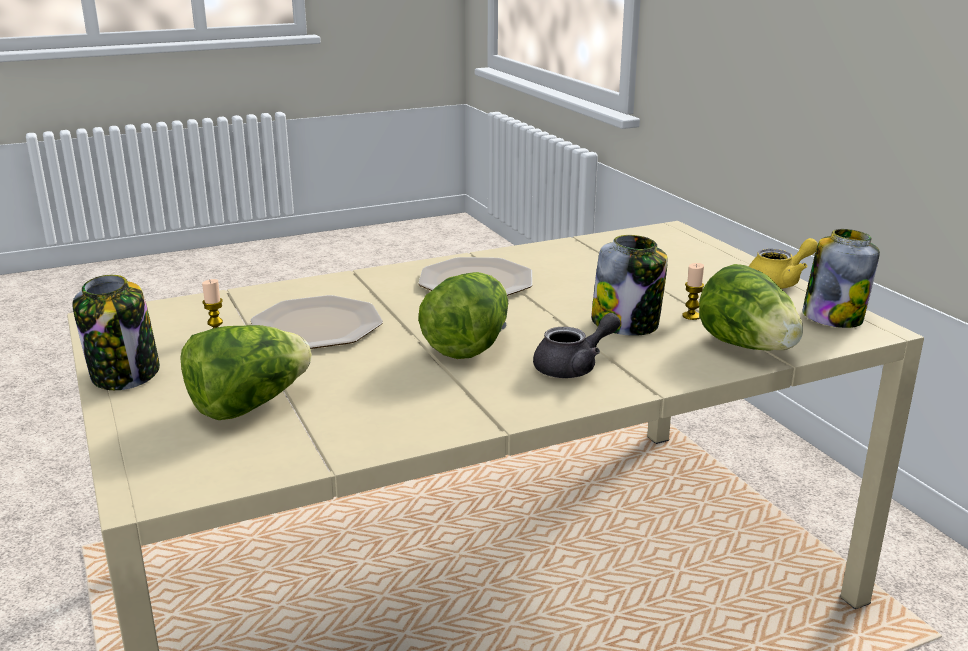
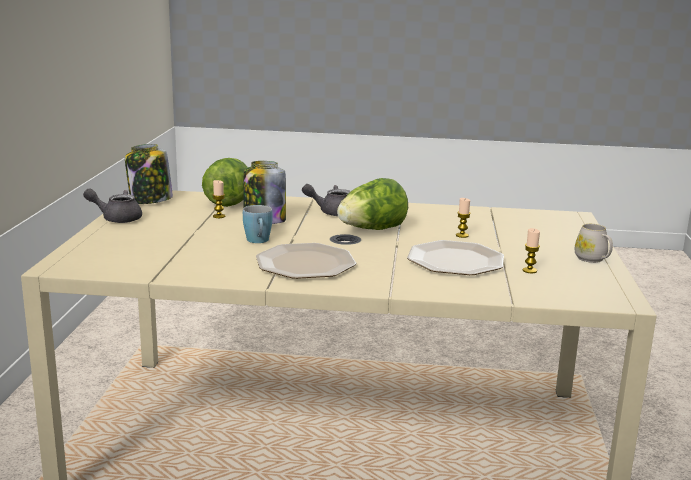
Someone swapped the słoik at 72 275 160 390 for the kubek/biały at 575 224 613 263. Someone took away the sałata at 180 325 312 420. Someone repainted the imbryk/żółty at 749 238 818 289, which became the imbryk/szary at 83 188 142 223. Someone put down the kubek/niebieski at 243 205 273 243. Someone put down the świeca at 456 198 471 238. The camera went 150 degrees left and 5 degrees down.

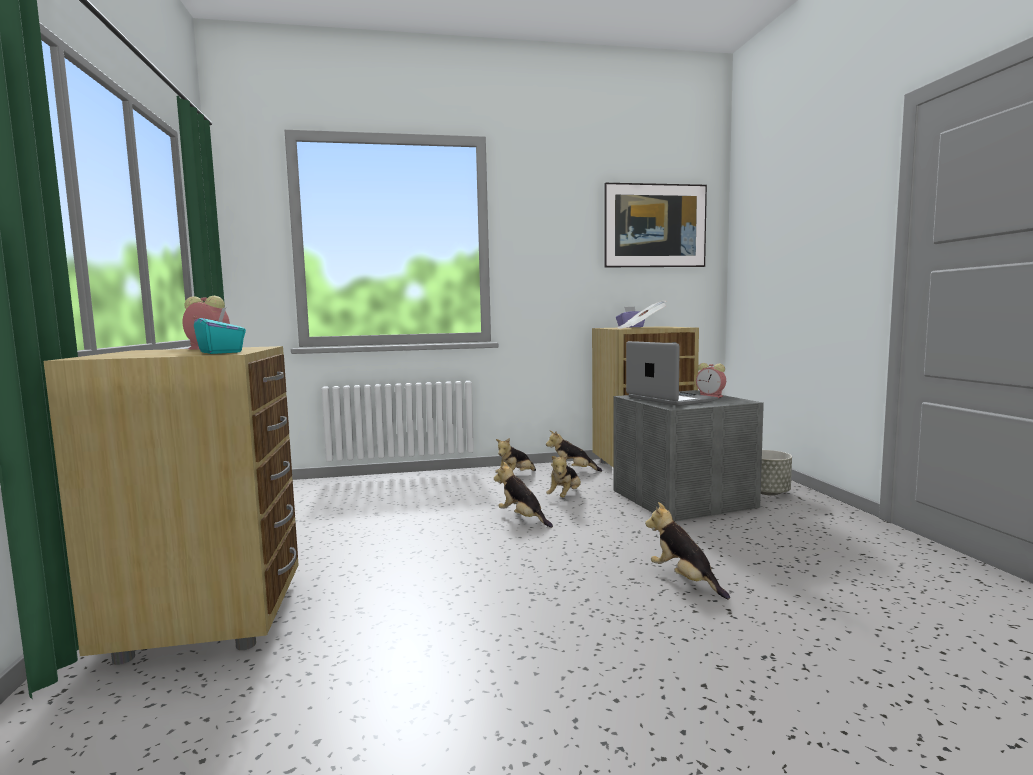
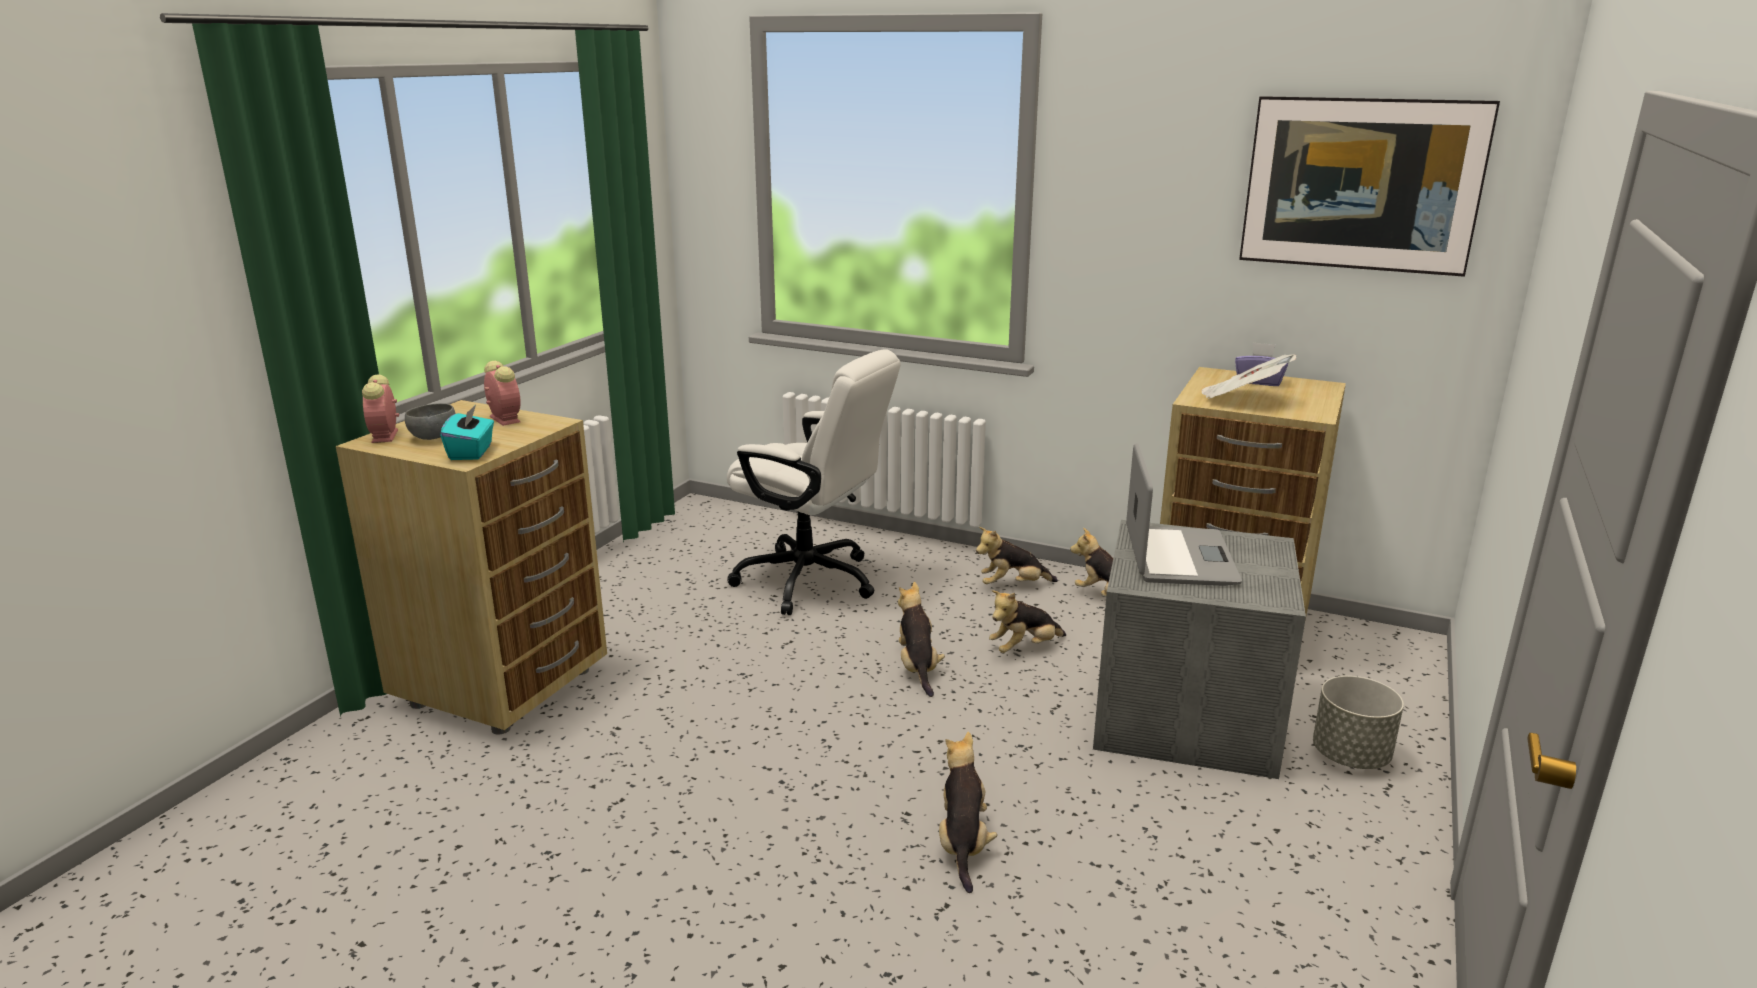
Someone carried the budzik from 696 363 726 398 to 362 375 399 443. Someone put down the miska/szary at 405 403 456 440. Someone put down the krzesło biurowe/biały at 727 349 901 615. The camera went 35 degrees right and 15 degrees up.

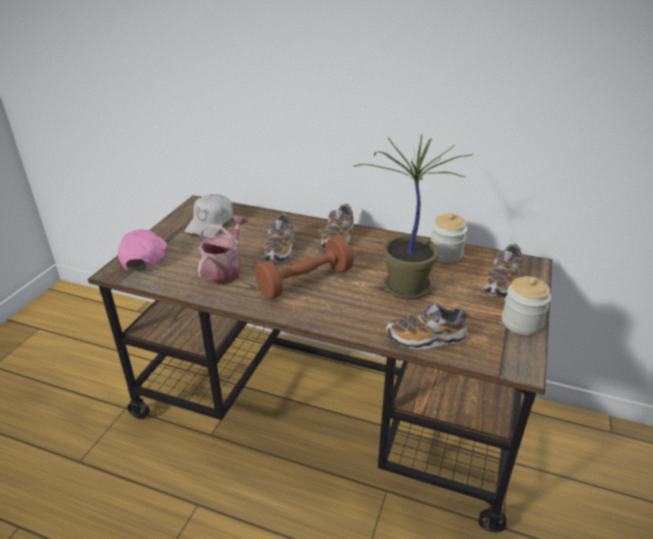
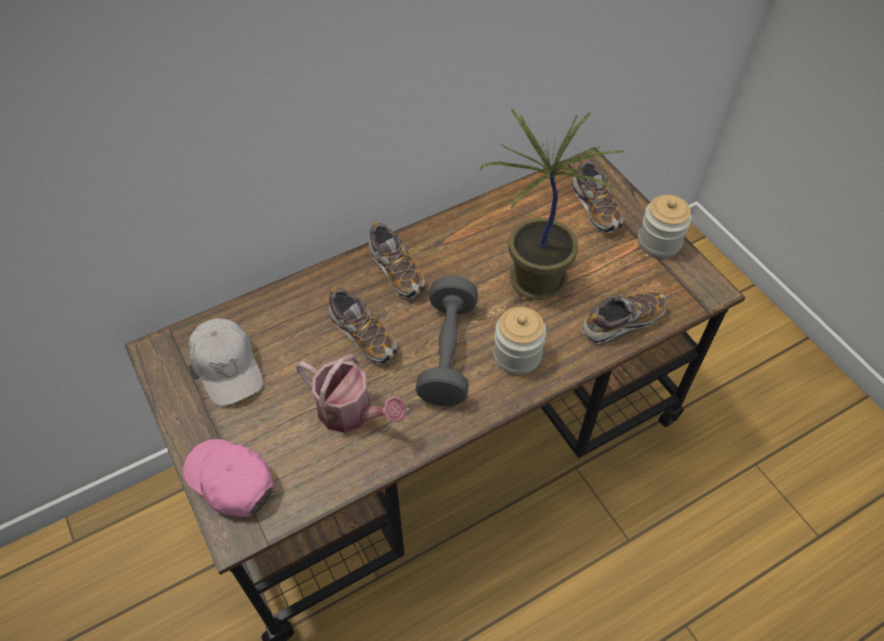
Someone rotated the konewka at 198 216 248 285 by 150 degrees clockwise. Someone repainted the hantel/brązowy at 255 236 354 299, which became the hantel/szary at 416 276 478 406. Someone rotated the but at 386 302 470 349 by 150 degrees counterclockwise. Someone carried the słoik from 431 213 468 263 to 493 307 546 375. The camera went 50 degrees left and 20 degrees up.

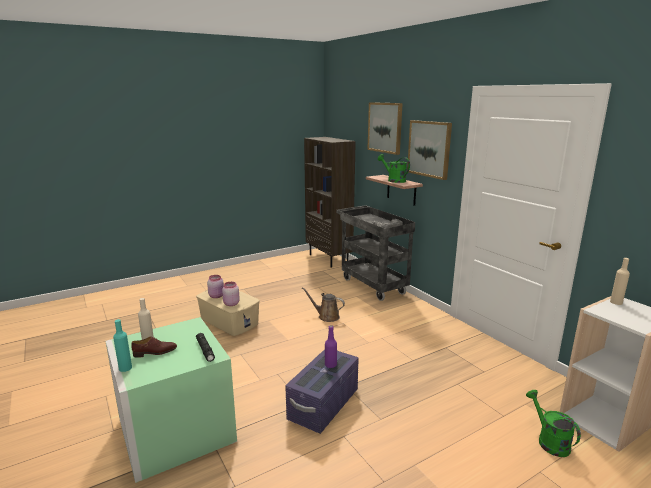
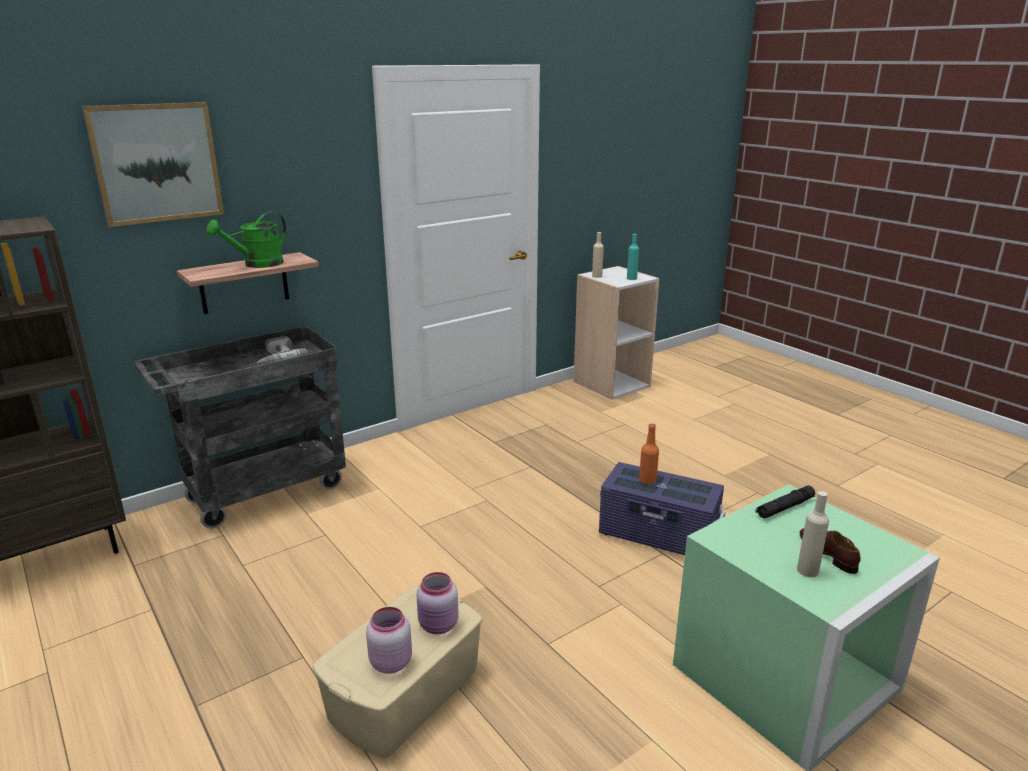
Someone carried the butelka/turkusowy from 113 319 132 372 to 627 234 639 280. Someone took away the konewka/brązowy at 302 287 345 322. Someone repainted the butelka/fioletowy at 325 325 337 368, which became the butelka/pomarańczowy at 639 424 659 484. Someone took away the obraz at 407 120 452 180. Someone took away the konewka/zielony at 526 390 581 457. The camera went 95 degrees left and 5 degrees up.

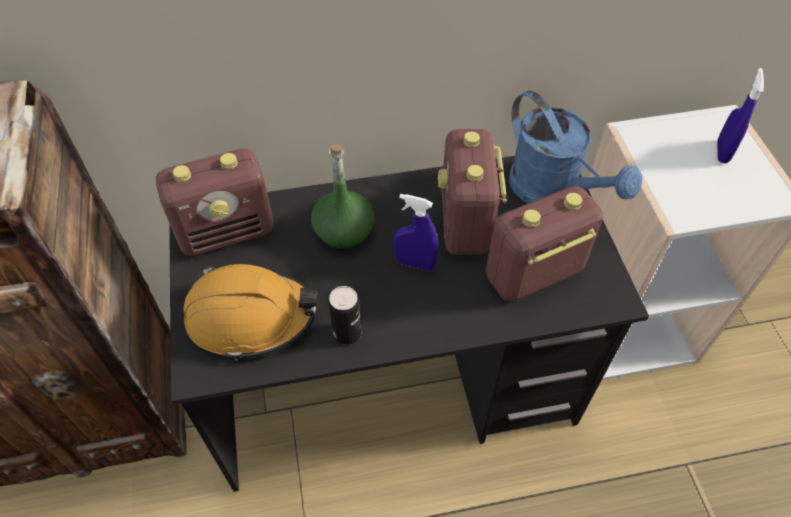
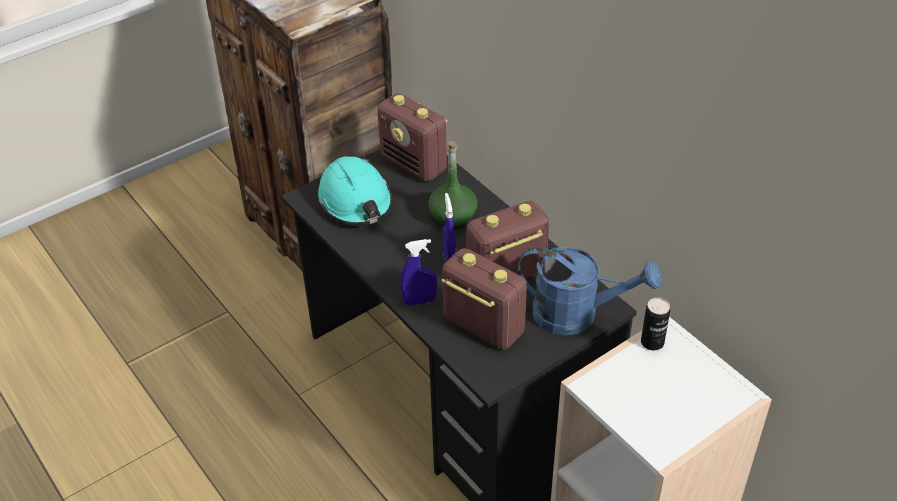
Someone repainted the kask/pomarańczowy at 183 264 317 361, which became the kask/turkusowy at 318 157 393 226. Someone carried the puszka from 328 286 361 345 to 641 298 670 350. Someone rotated the konewka/niebieski at 509 91 642 203 by 105 degrees counterclockwise. Someone carried the spryskiwacz/niebieski from 717 68 764 163 to 400 239 437 305. The camera went 65 degrees right and 10 degrees down.

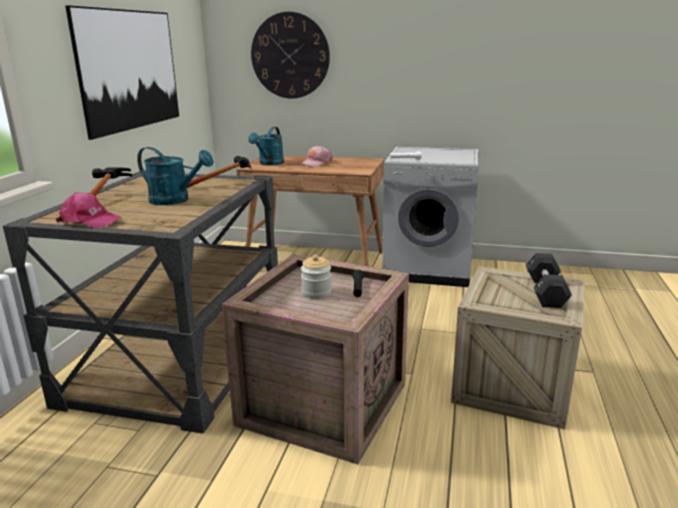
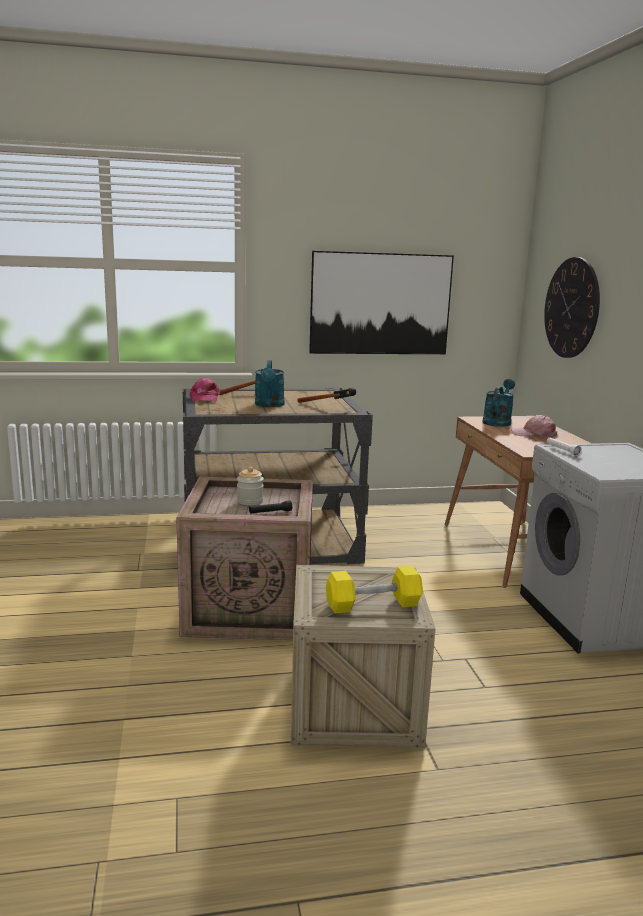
Someone rotated the konewka/turkusowy at 248 127 284 165 by 120 degrees clockwise. Someone repainted the hantel/czarny at 526 253 572 308, which became the hantel/żółty at 326 566 423 613. The camera went 65 degrees right and 5 degrees down.

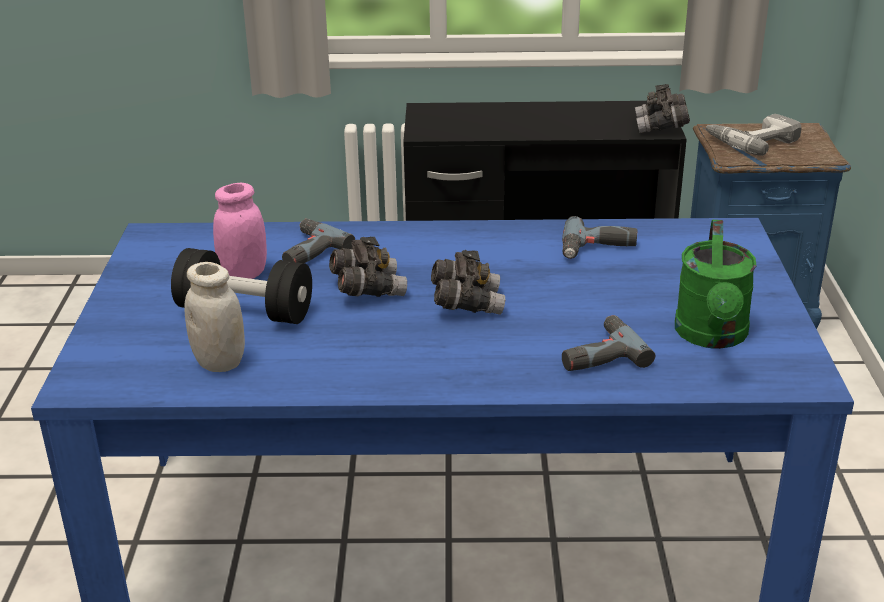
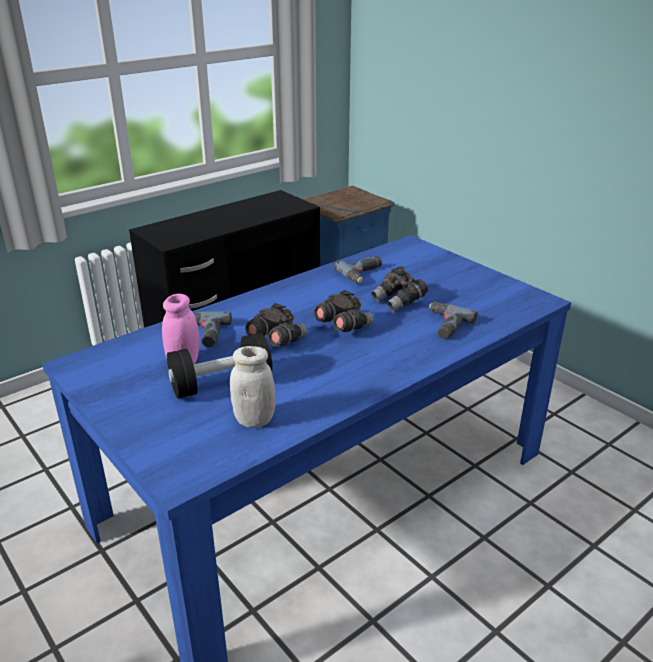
Someone carried the lornetka/szary from 635 84 690 133 to 371 266 428 312. Someone took away the konewka/zielony at 675 220 757 349. Someone took away the wiertarka at 706 114 802 156. The camera went 40 degrees left and 0 degrees up.

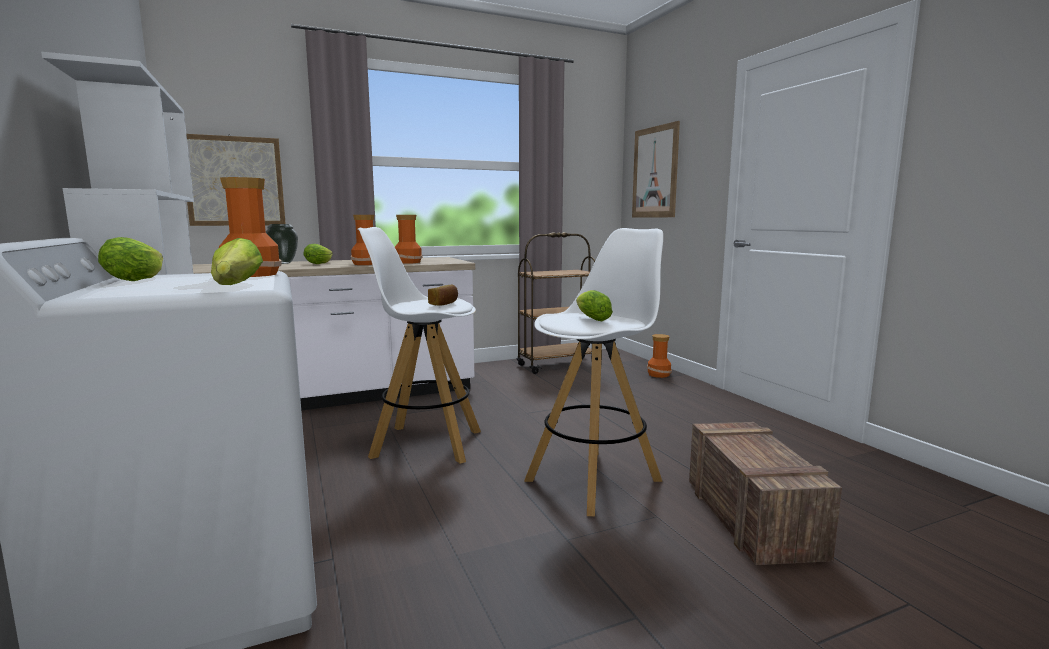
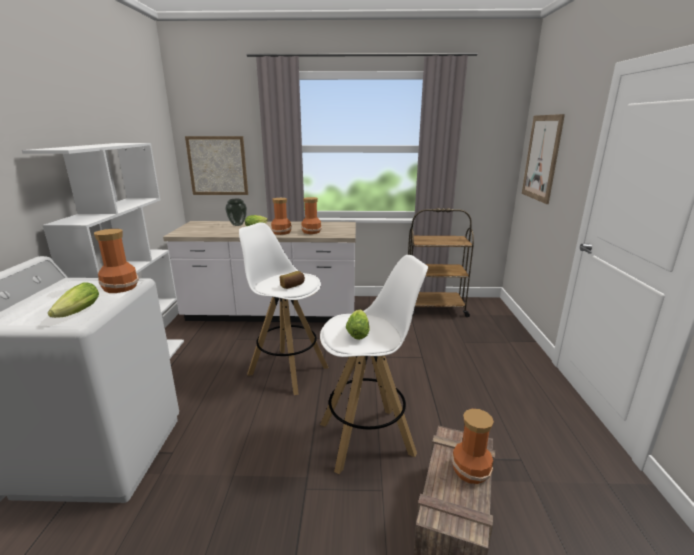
Someone took away the sałata at 98 237 163 281. Someone carried the wazon from 647 334 672 378 to 451 409 494 484. The camera went 25 degrees right and 10 degrees up.

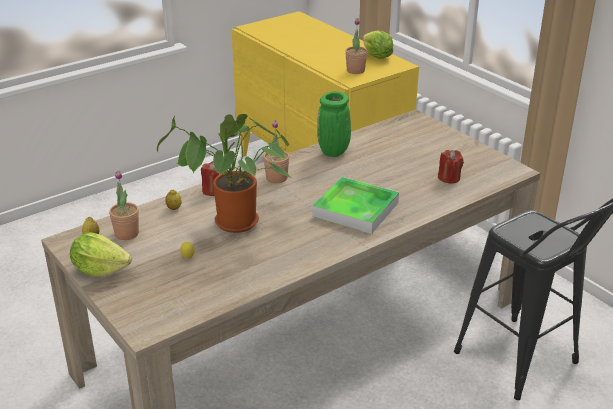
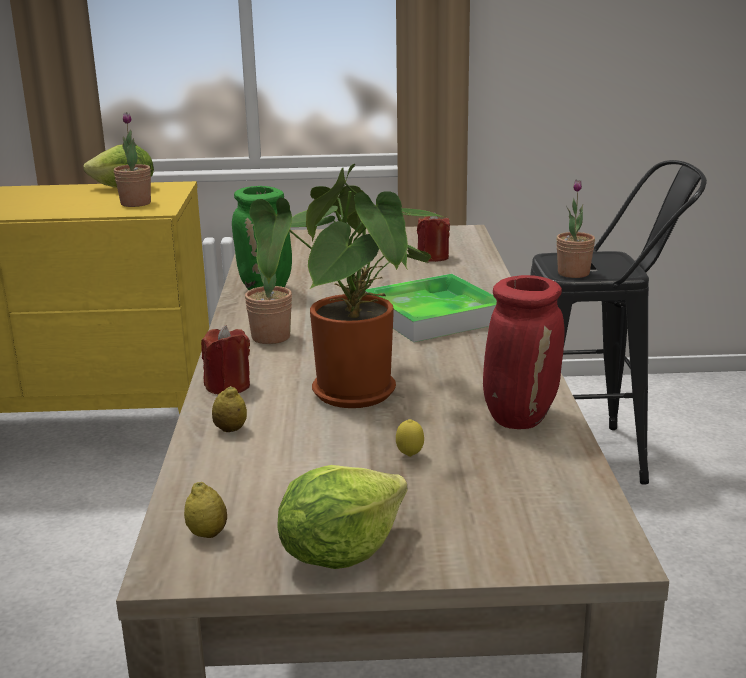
Someone carried the roślina doniczkowa from 109 170 139 240 to 556 180 595 278. Someone put down the wazon/czerwony at 483 275 565 429. The camera went 55 degrees left and 10 degrees down.

